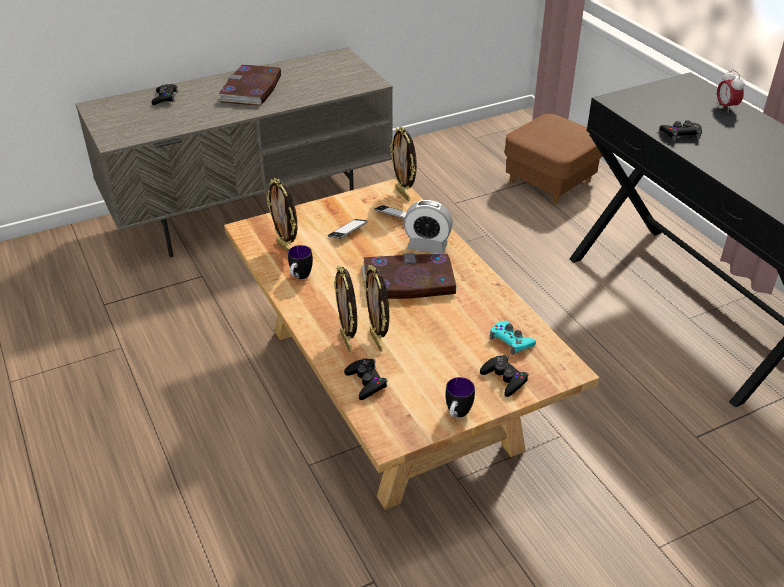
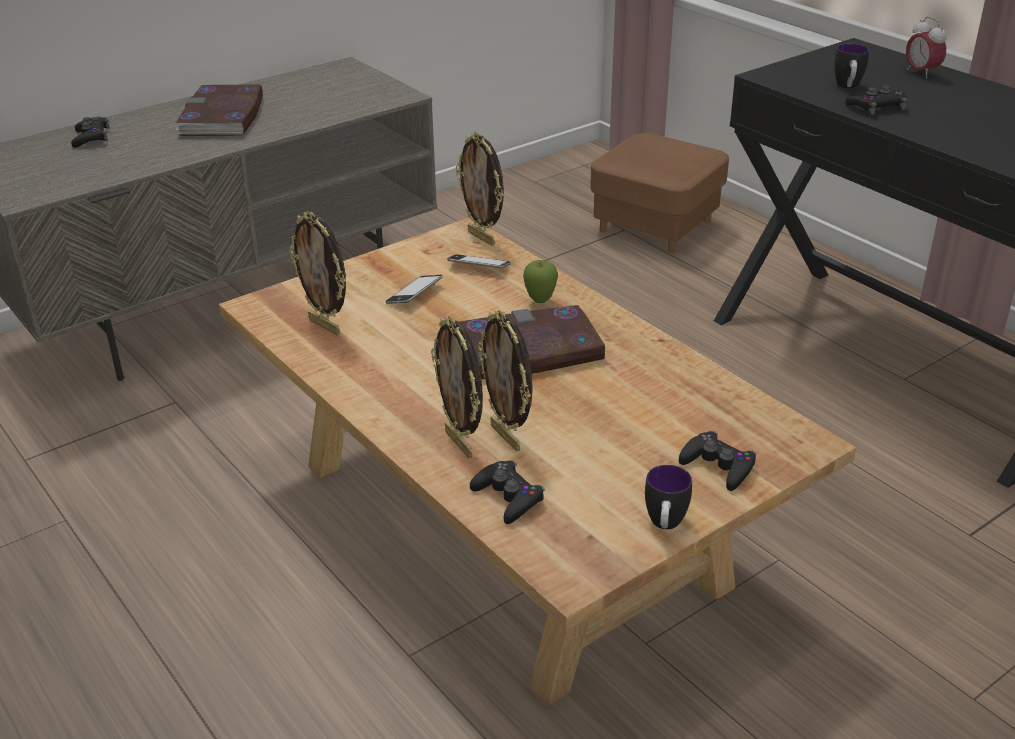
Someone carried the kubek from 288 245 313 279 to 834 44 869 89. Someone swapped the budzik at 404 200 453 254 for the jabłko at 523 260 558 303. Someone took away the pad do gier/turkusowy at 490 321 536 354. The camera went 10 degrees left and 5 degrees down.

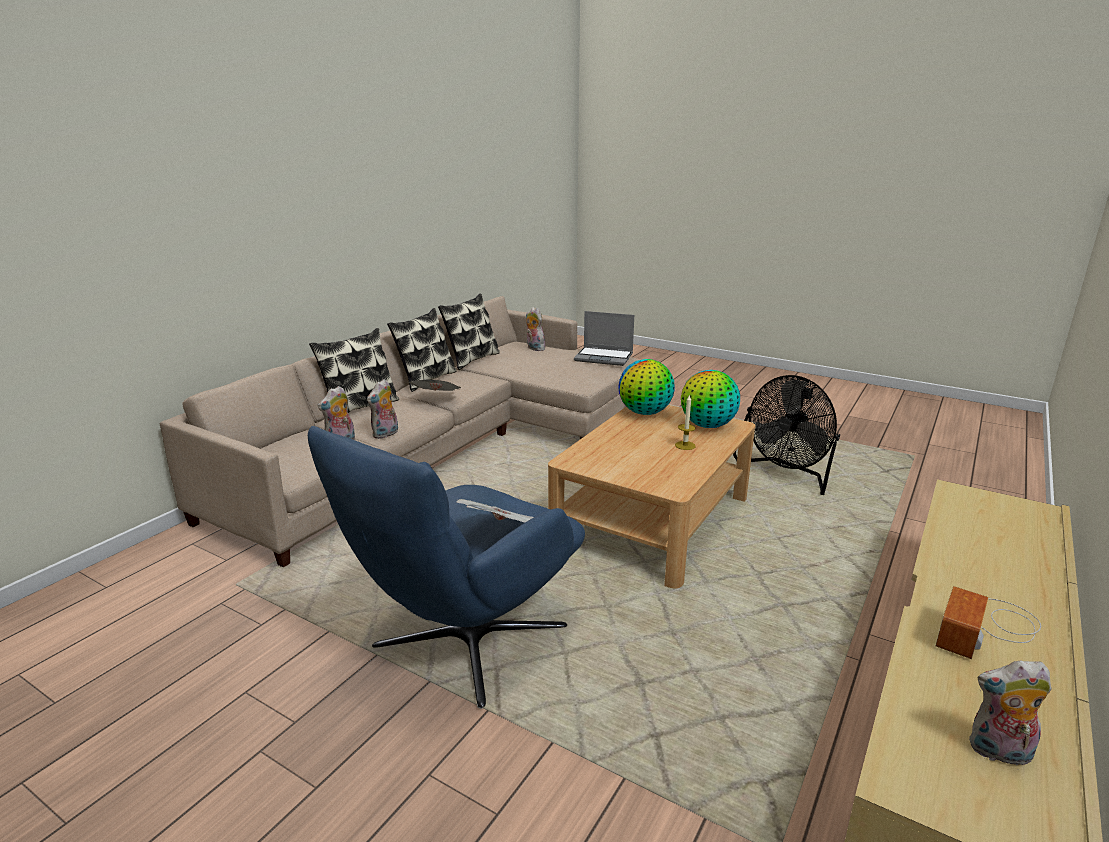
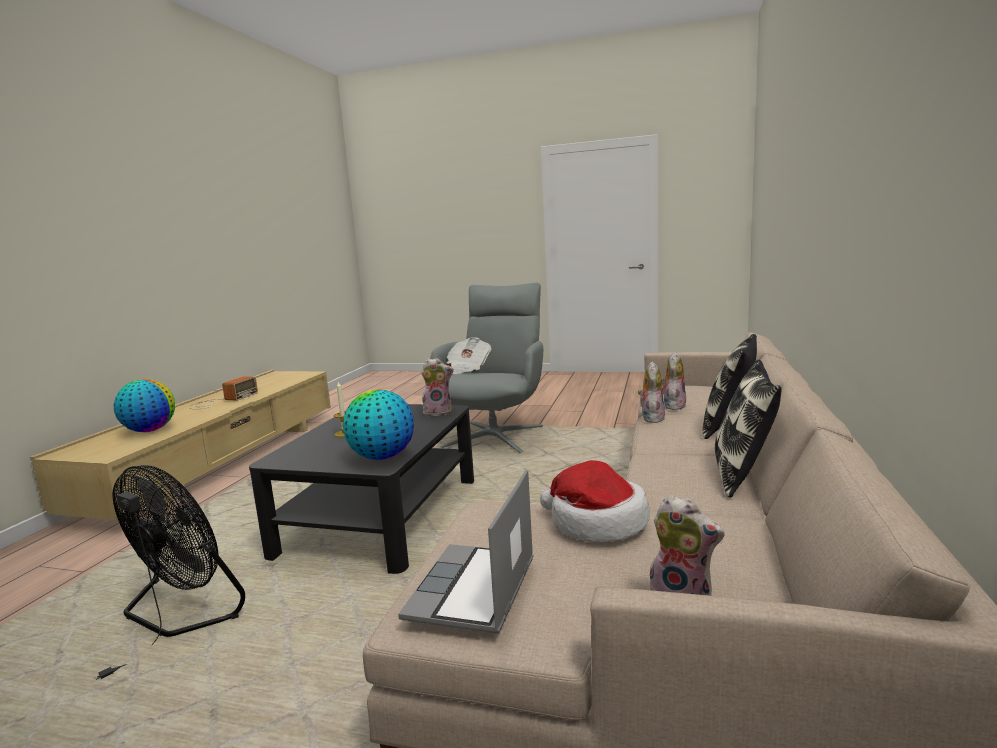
Someone repainted the fotel/niebieski at 308 426 585 709, which became the fotel/szary at 430 283 543 453. Someone took away the gazeta at 408 379 461 391. Someone took away the poduszka at 438 294 500 370. Someone repainted the ława/beżowy at 548 405 756 589, which became the ława/czarny at 249 404 474 574. Someone rotated the laptop at 574 311 634 366 by 75 degrees counterclockwise. Someone carried the globus from 681 370 740 428 to 114 379 175 432. Someone carried the pluszak from 969 661 1051 766 to 421 358 454 416. Someone put down the kapelusz at 540 460 650 543. The camera went 165 degrees right and 10 degrees down.

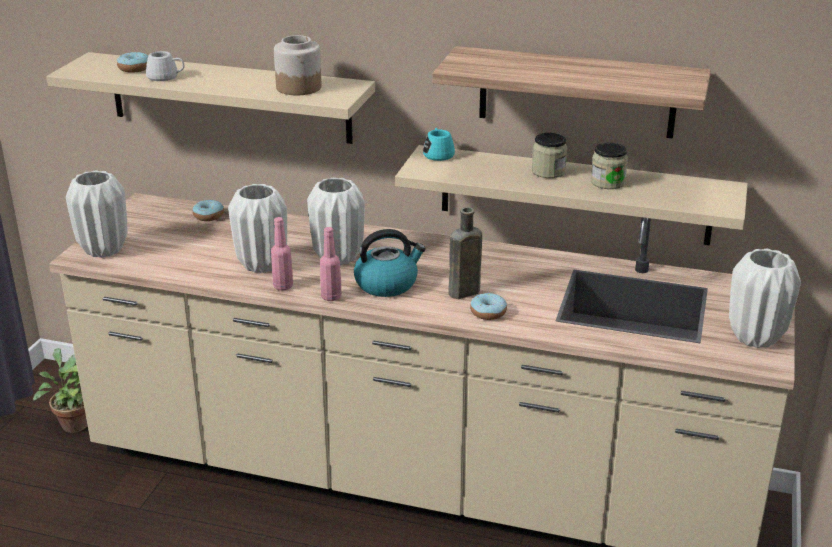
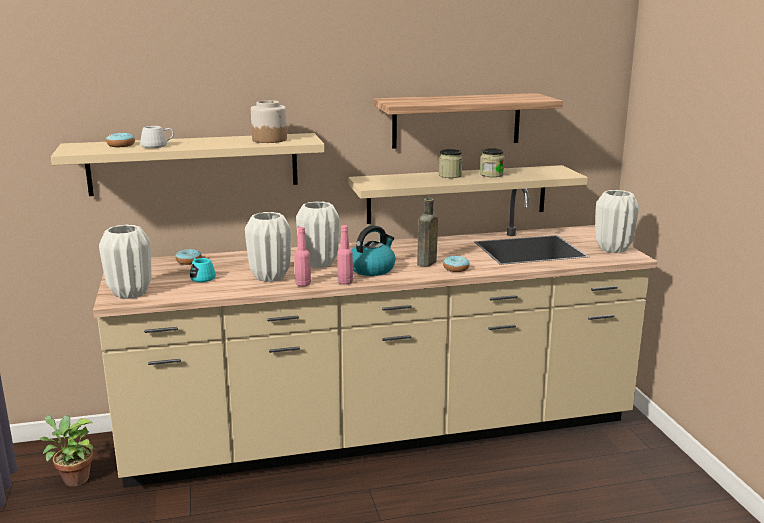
Someone carried the kubek/turkusowy from 423 128 455 161 to 190 258 216 282. The camera went 30 degrees left and 10 degrees down.

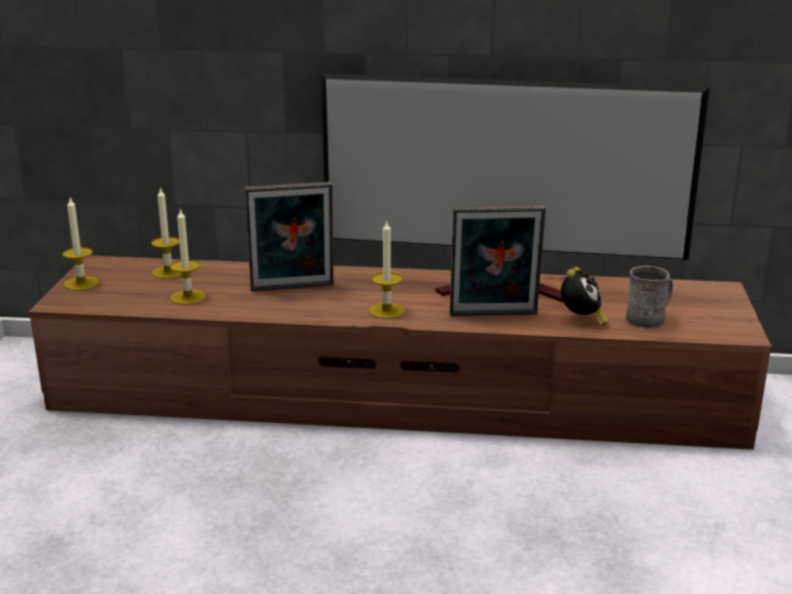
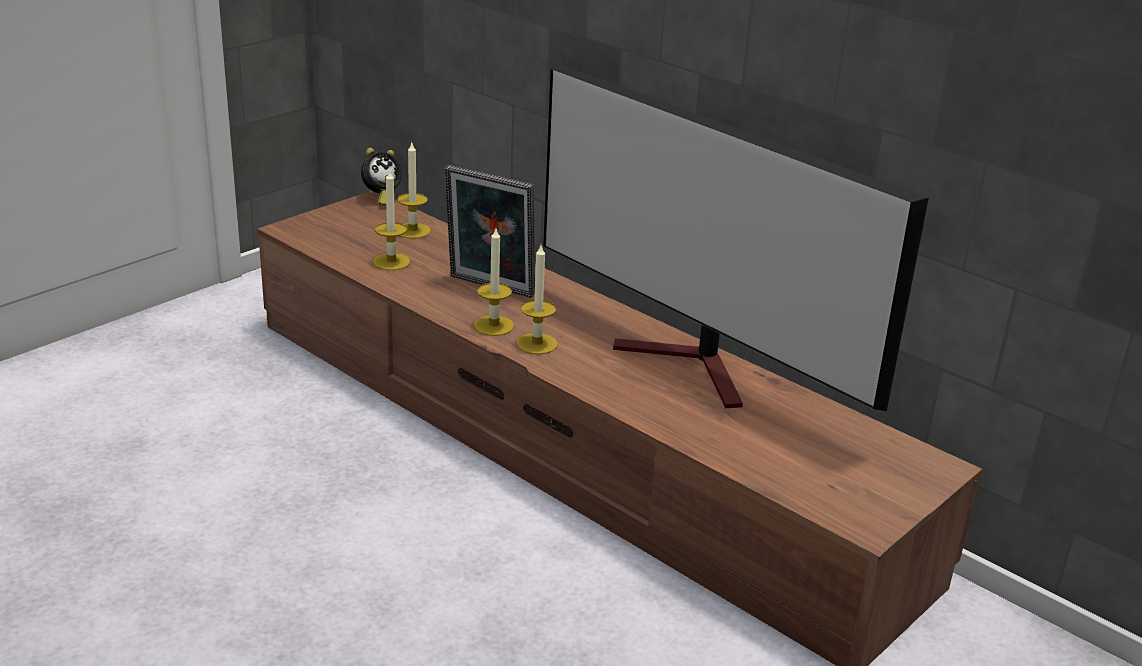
Someone carried the świeca from 62 198 99 290 to 474 229 514 336. Someone took away the ramka na zdjęcie at 450 205 546 316. Someone carried the budzik from 561 267 609 326 to 361 148 402 206. Someone took away the kubek/szary at 626 266 673 329. The camera went 35 degrees right and 5 degrees up.

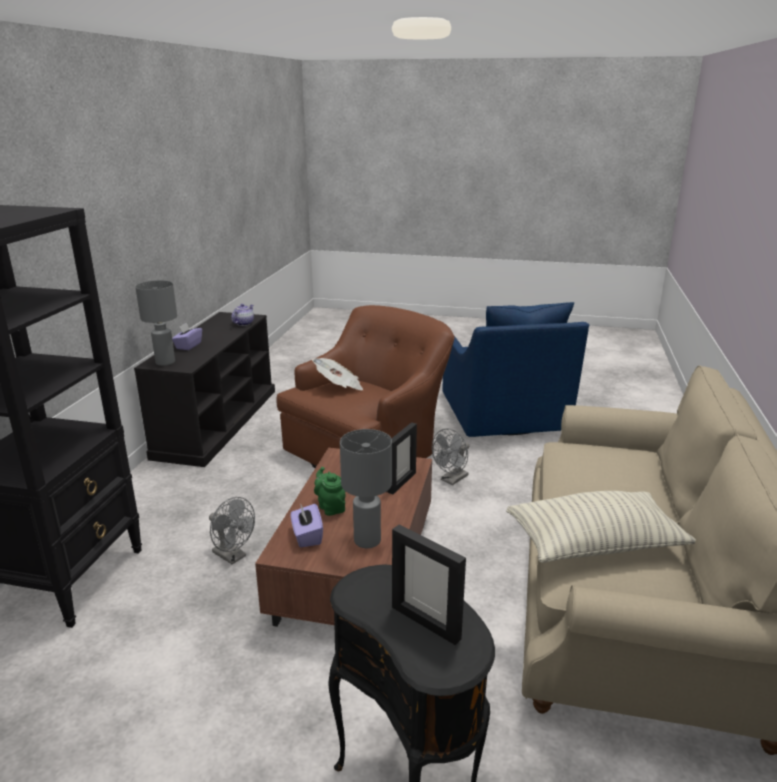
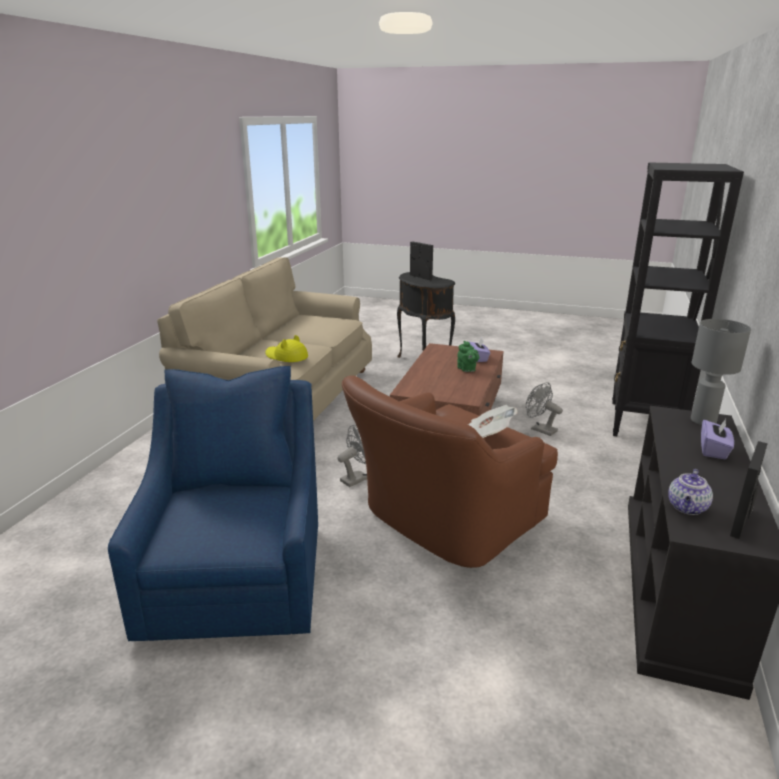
Someone took away the lampa stołowa/szary at 340 429 392 548. Someone carried the ramka na zdjęcie from 386 422 417 494 to 730 441 768 539. Someone took away the poduszka at 506 491 696 563. Someone put down the kapelusz/żółty at 265 335 308 362. The camera went 175 degrees left and 0 degrees up.

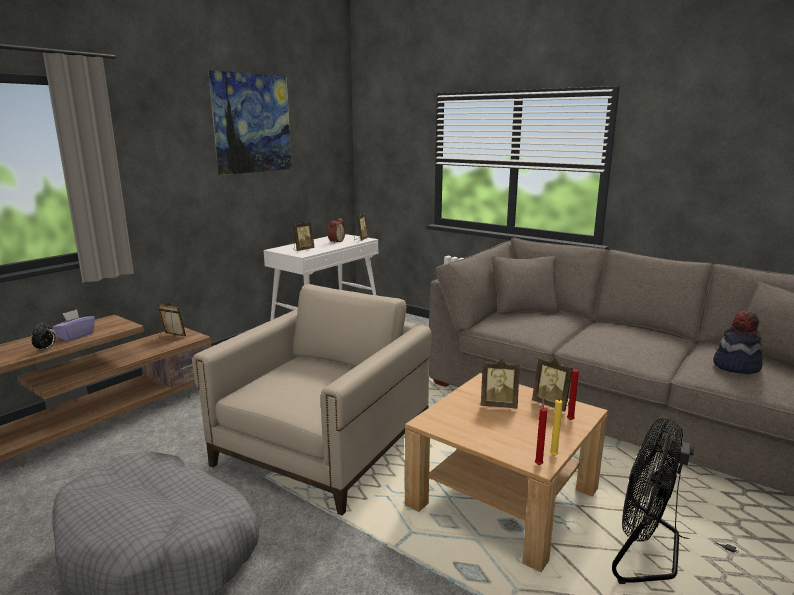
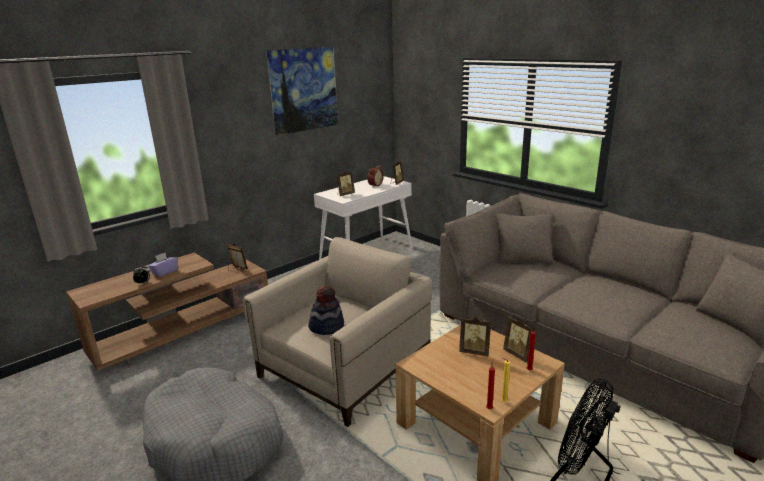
Someone carried the kapelusz from 713 311 762 374 to 308 286 344 335. The camera went 10 degrees right and 5 degrees up.

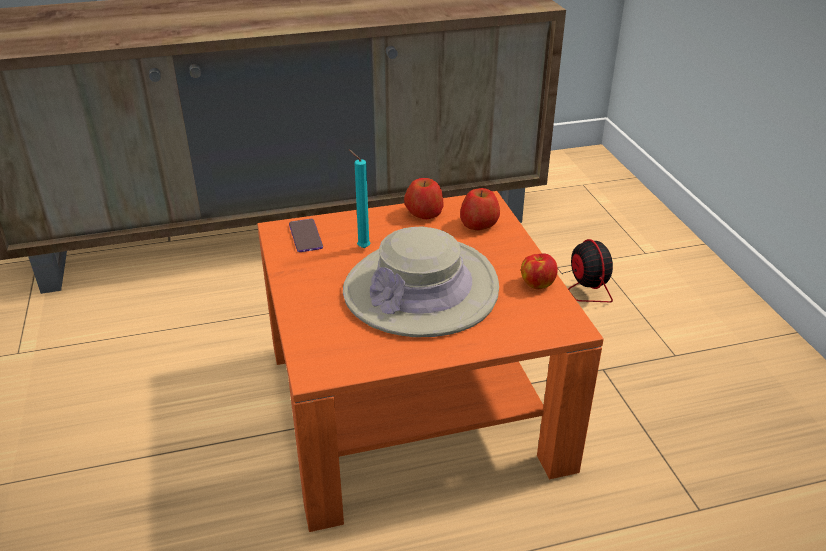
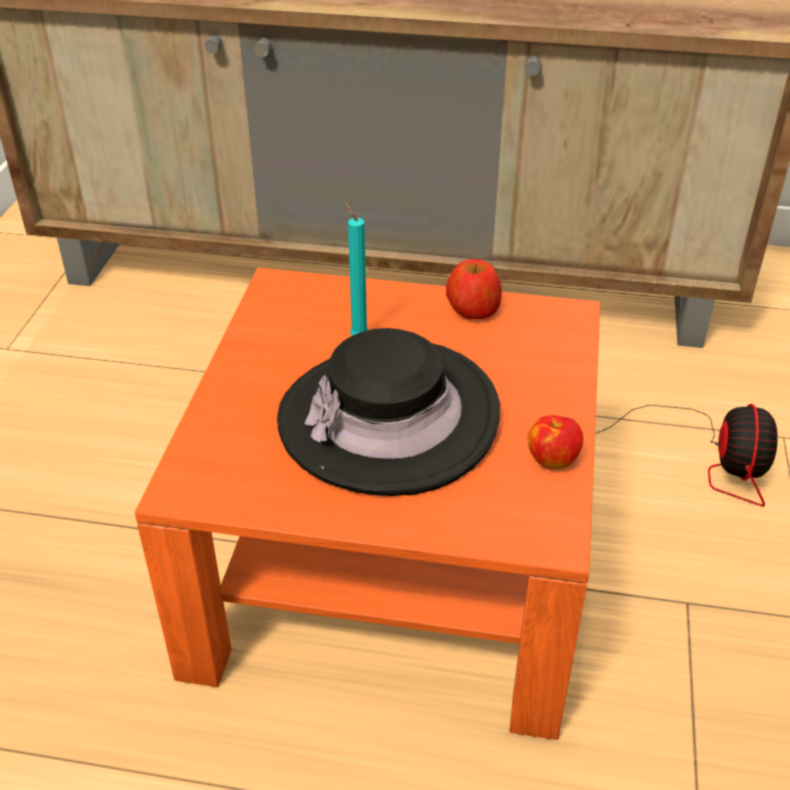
Someone took away the telefon at 289 219 323 252. Someone repainted the kapelusz/beżowy at 343 227 499 337, which became the kapelusz/czarny at 277 328 500 496. Someone took away the jabłko at 460 188 500 230. The camera went 25 degrees right and 5 degrees up.

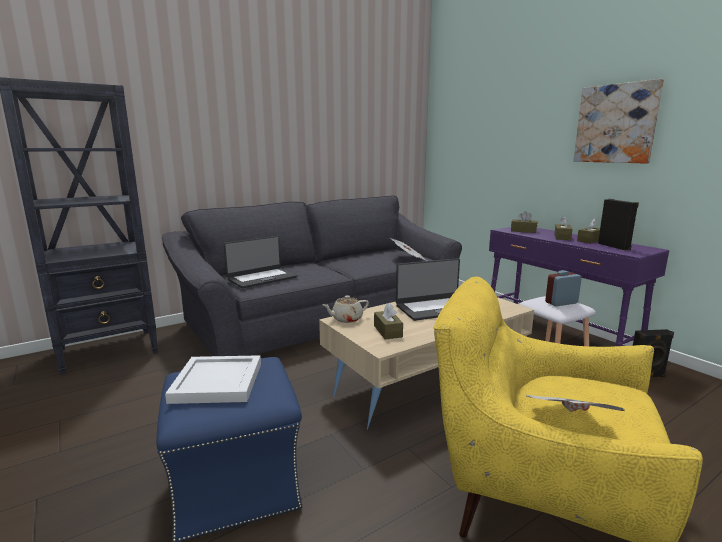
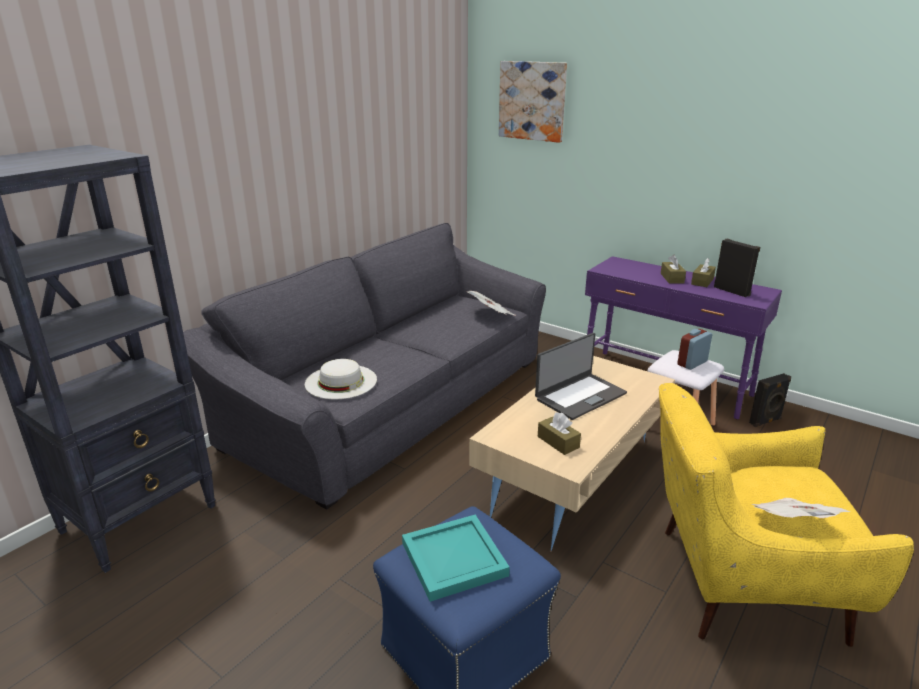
Someone repainted the taca/biały at 165 355 261 404, which became the taca/turkusowy at 402 515 510 602. Someone swapped the laptop at 224 236 297 288 for the kapelusz/biały at 305 359 377 399. Someone took away the imbryk/beżowy at 323 295 369 323. Someone took away the pudełko chusteczek/brązowy at 511 211 537 233. Someone carried the obraz from 573 79 664 164 to 499 61 567 143. The camera went 20 degrees left and 10 degrees up.

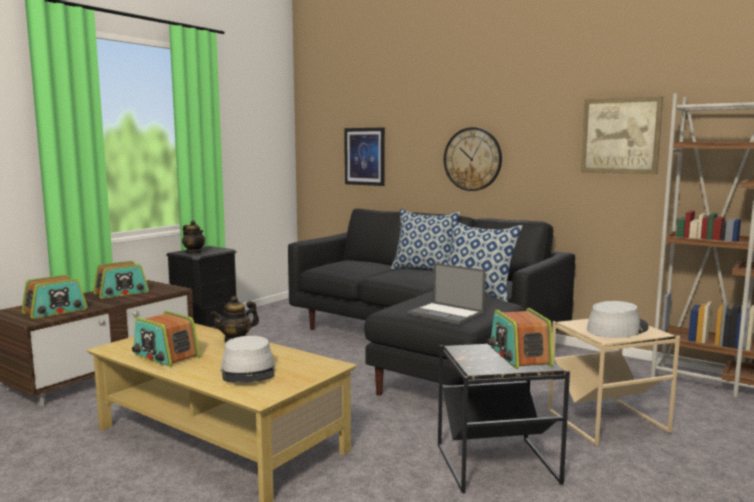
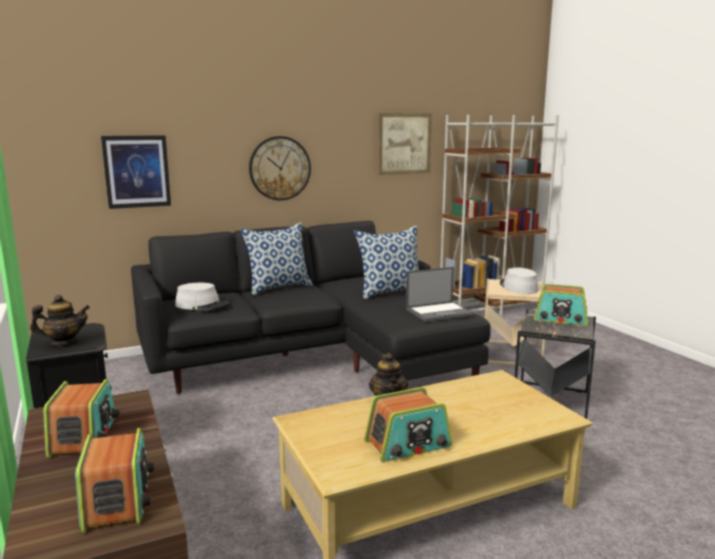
Someone carried the kapelusz/szary from 220 336 275 383 to 175 283 229 311. The camera went 60 degrees left and 5 degrees up.

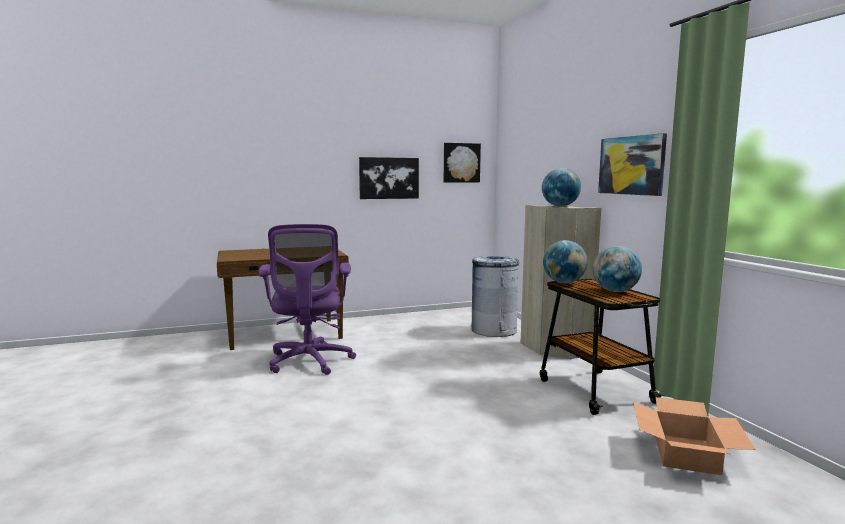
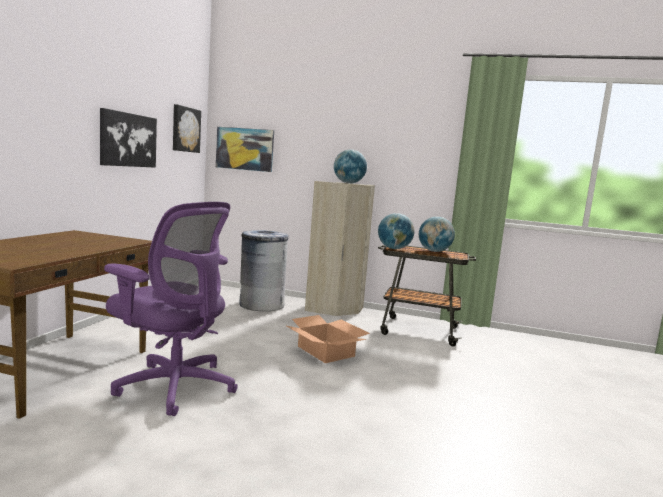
Someone carried the obraz from 598 133 667 196 to 216 127 274 172. Someone carried the karton from 633 397 756 475 to 287 315 370 363. The camera went 55 degrees left and 0 degrees up.

